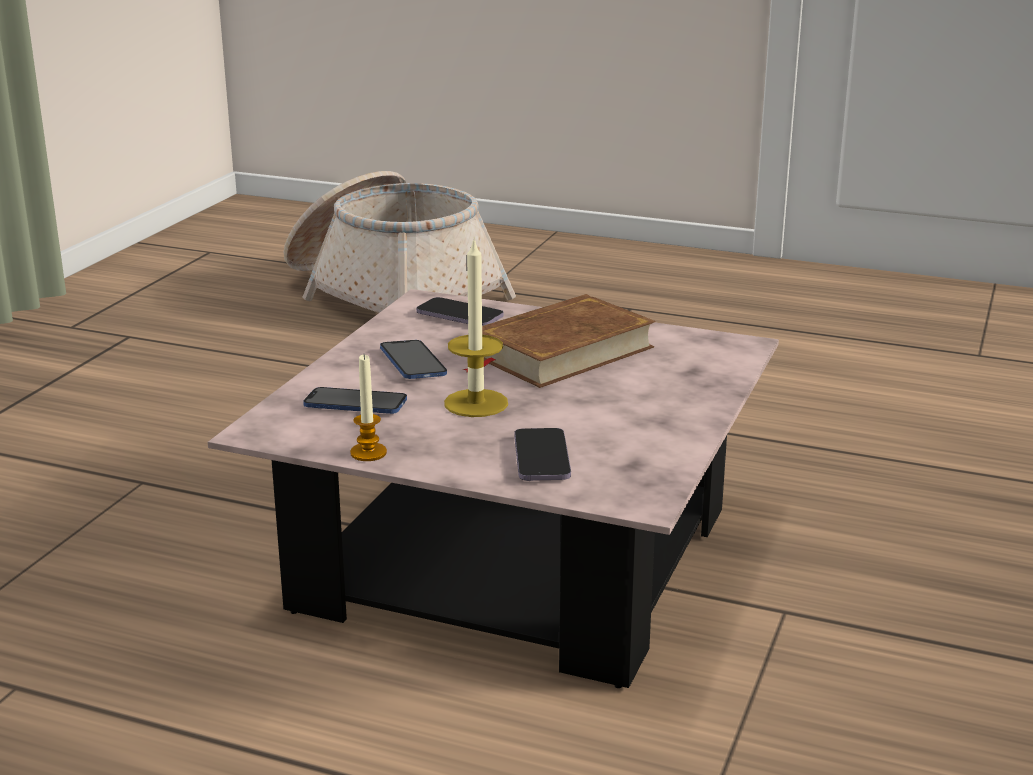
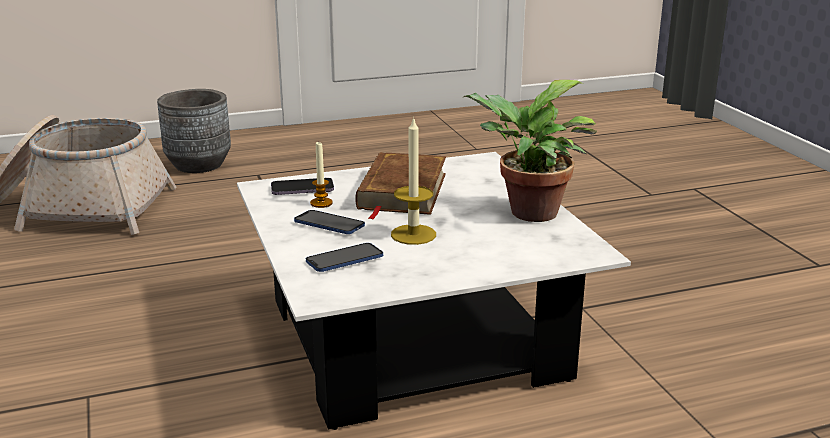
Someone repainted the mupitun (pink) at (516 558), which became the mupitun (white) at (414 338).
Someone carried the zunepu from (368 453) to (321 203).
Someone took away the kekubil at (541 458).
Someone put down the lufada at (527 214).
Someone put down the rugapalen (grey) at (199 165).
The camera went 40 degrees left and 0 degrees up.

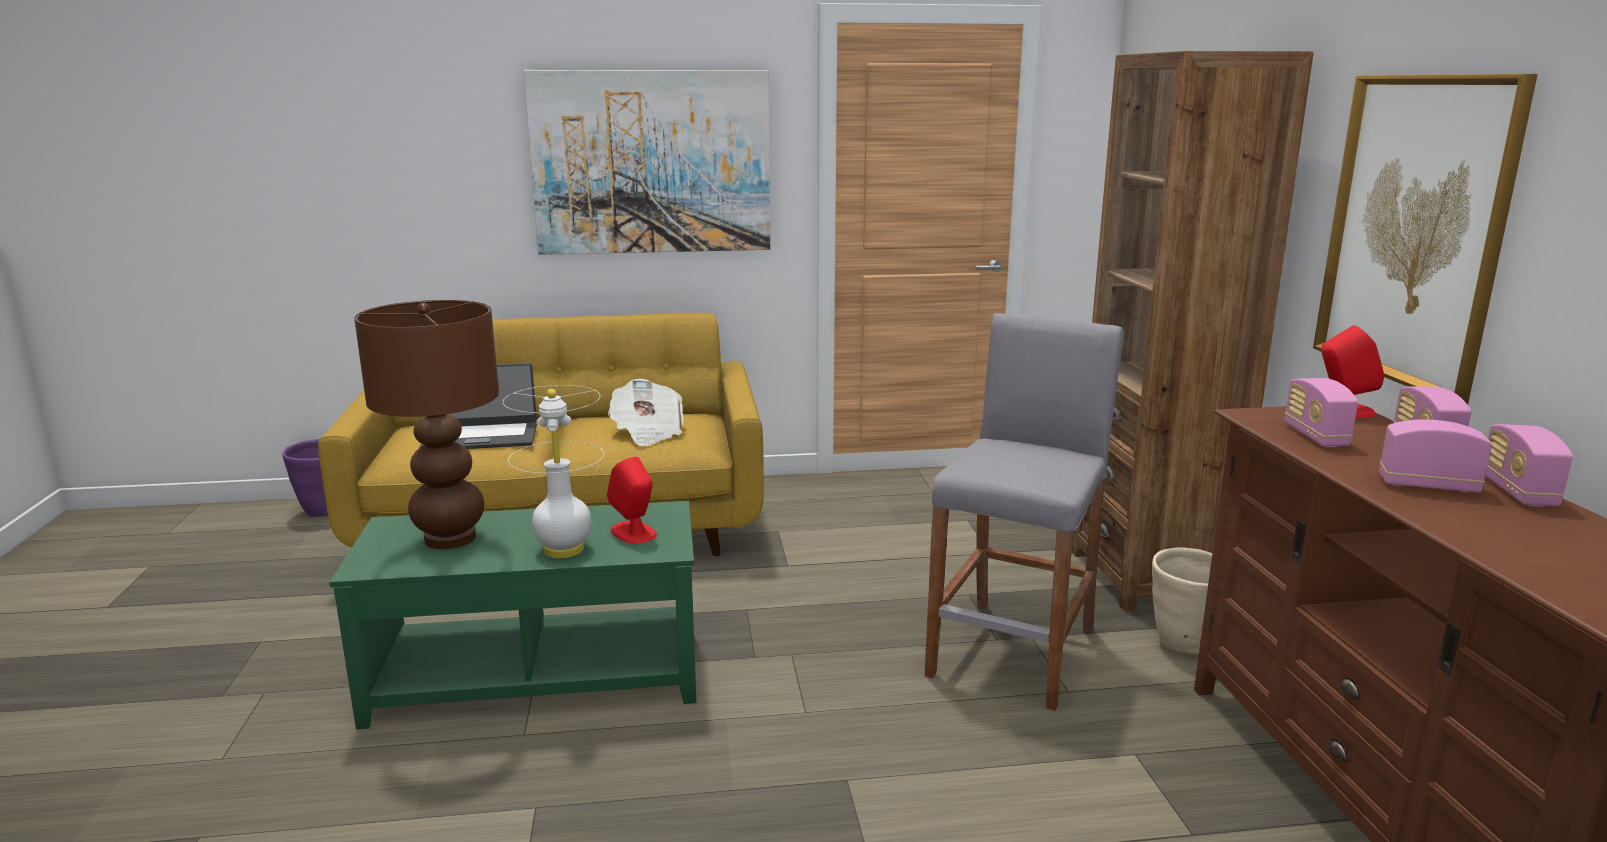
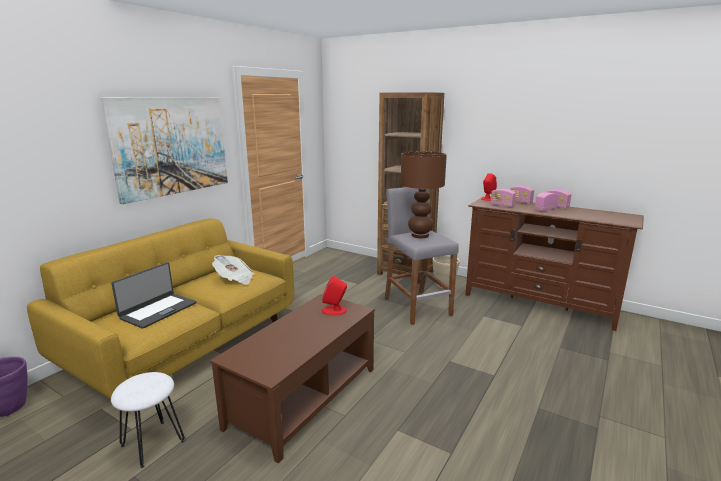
Someone took away the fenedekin at (1415 230).
Someone carried the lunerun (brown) from (450 539) to (420 235).
Someone took away the lunerun (white) at (564 549).
Someone repainted the mupitun (green) at (538 674), which became the mupitun (brown) at (304 396).
Someone put down the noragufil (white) at (152 443).
The camera went 50 degrees left and 0 degrees up.

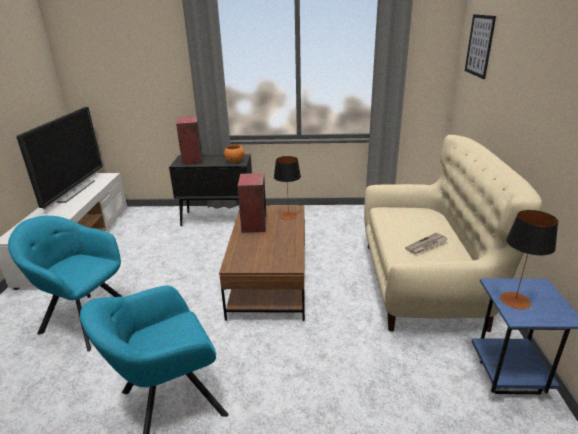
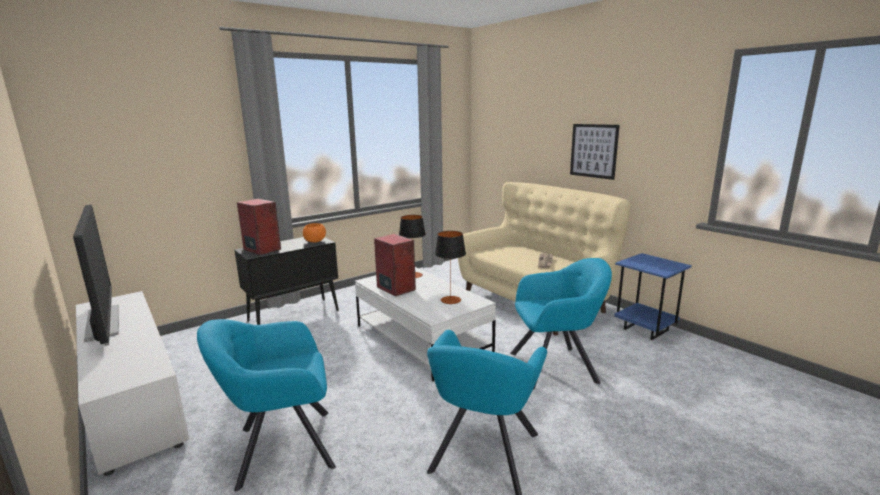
Someone carried the fenedekin from (479 45) to (593 151).
Someone repainted the mupitun (brown) at (270 278), which became the mupitun (white) at (422 339).
Someone carried the lunerun from (515 300) to (450 300).
Someone put down the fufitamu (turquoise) at (556 367).
The camera went 40 degrees left and 10 degrees down.

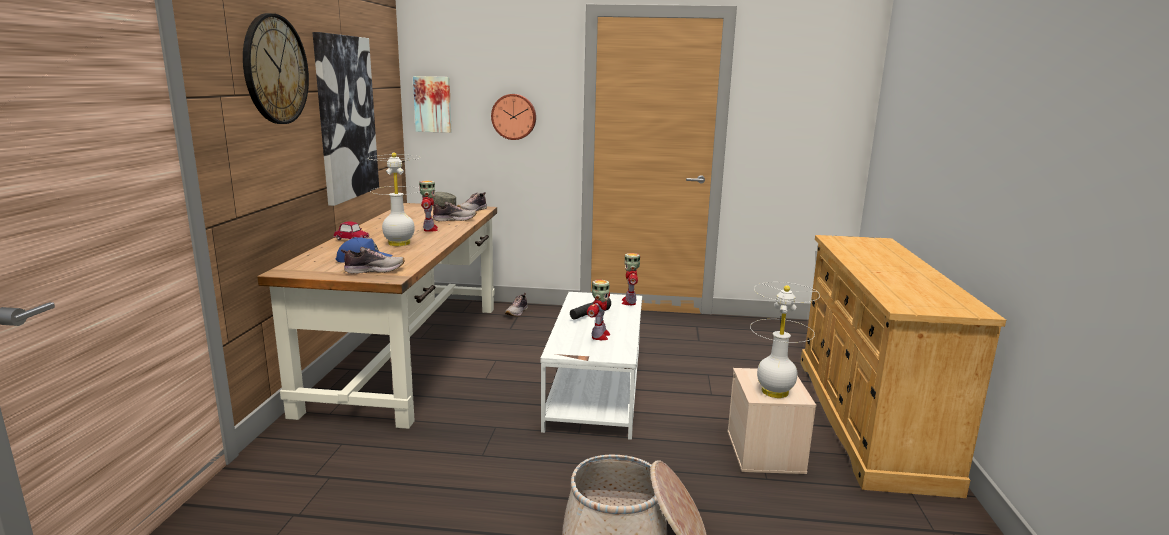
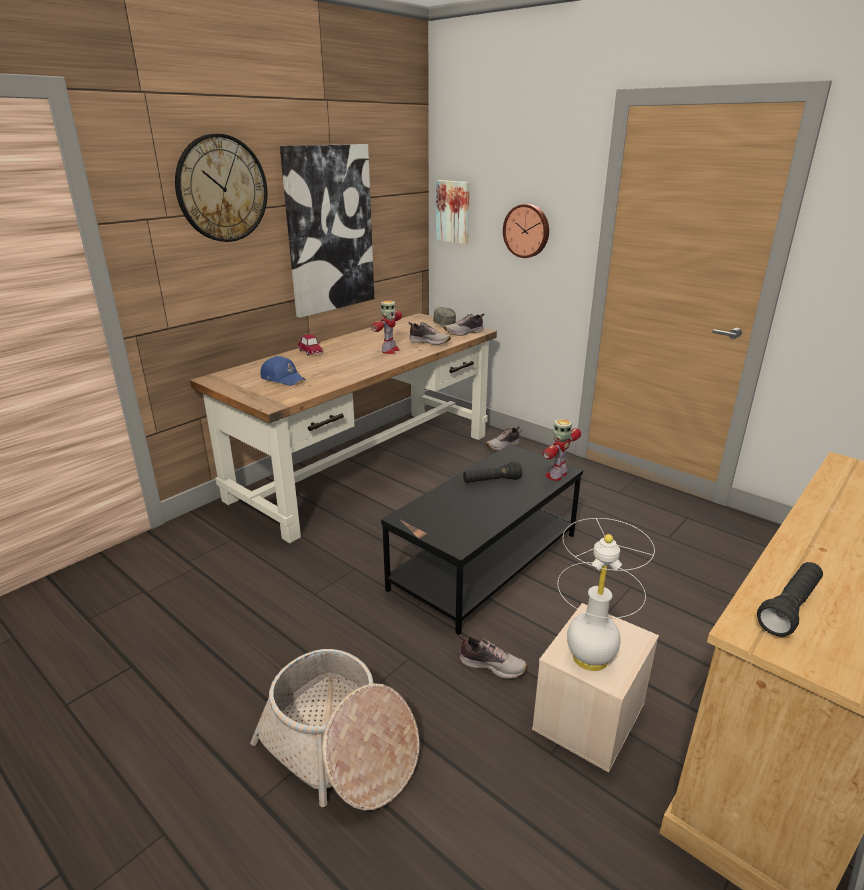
Someone took away the lunerun (white) at (399 243).
Someone carried the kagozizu from (374 270) to (492 665).
Someone took away the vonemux at (599 336).
Someone repainted the mupitun (white) at (596 390), which became the mupitun (black) at (485 562).
Someone put down the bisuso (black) at (789 608).
The camera went 35 degrees right and 10 degrees up.

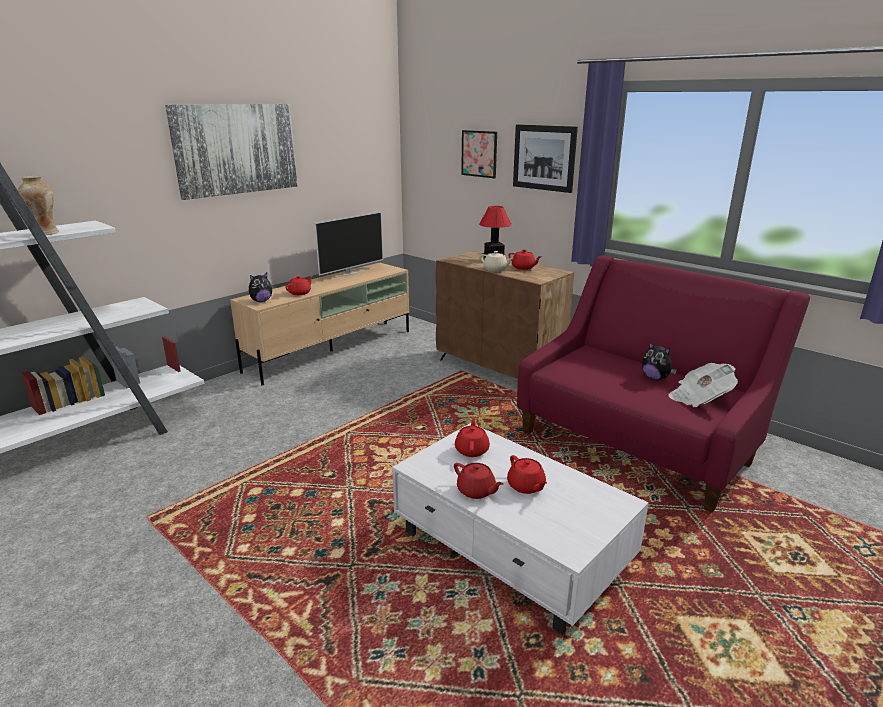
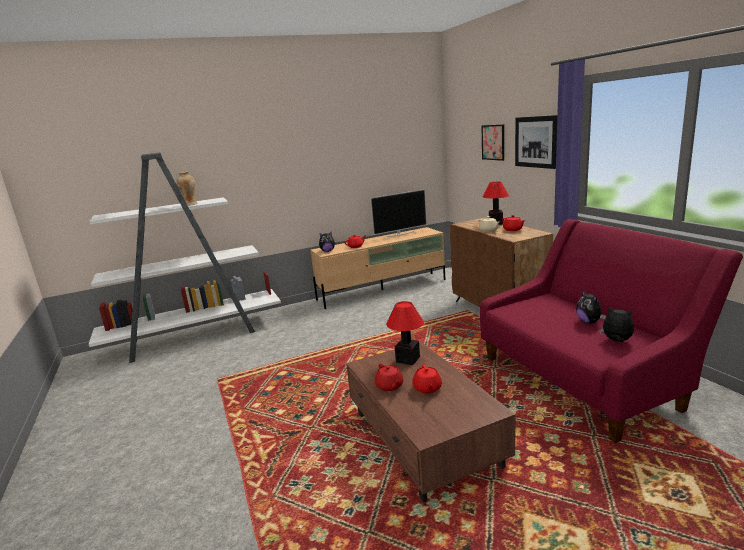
Someone took away the fenedekin at (236 149).
Someone swapped the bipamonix at (699 398) for the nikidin at (616 341).
Someone swapped the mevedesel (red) at (472 450) for the lunerun at (407 359).
Someone repainted the mupitun (white) at (512 550), which became the mupitun (brown) at (424 439).
The camera went 25 degrees right and 5 degrees down.

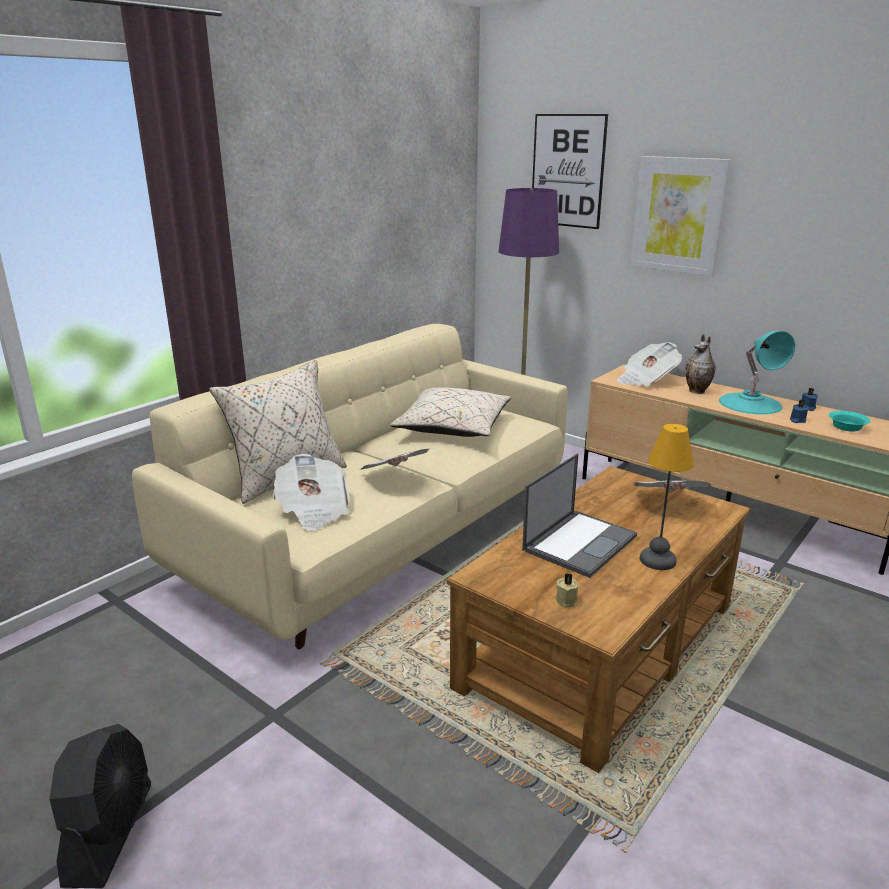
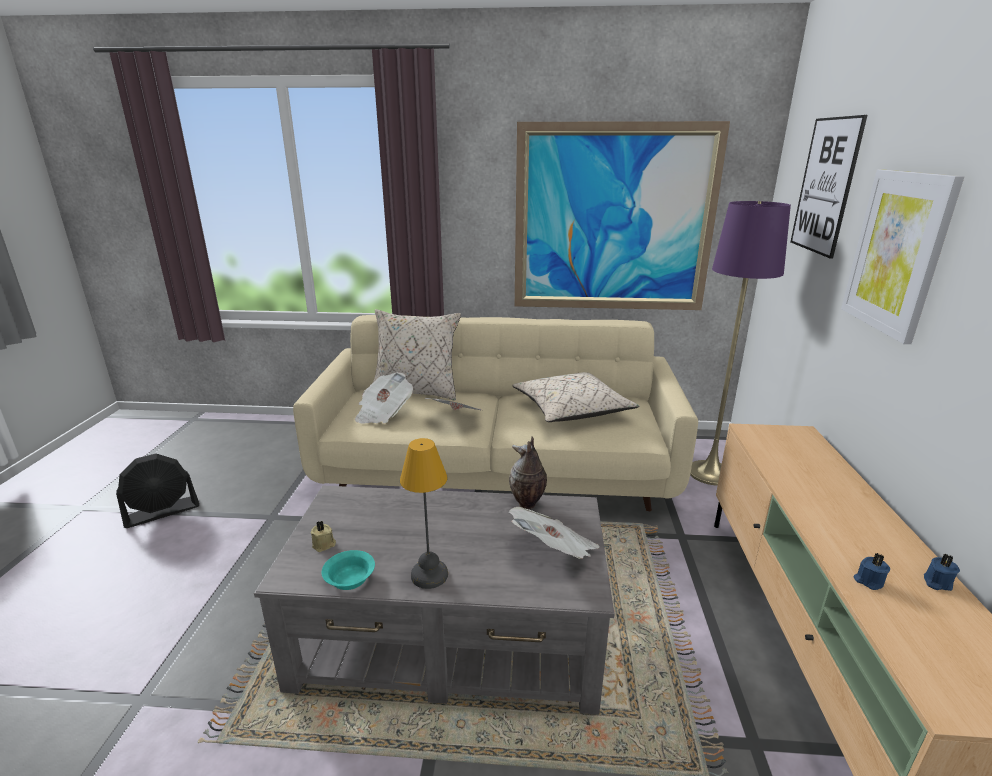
Someone took away the lunerun (turquoise) at (750 403).
Someone carried the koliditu from (698 391) to (527 504).
Someone took away the bipamonix at (646 380).
Someone carried the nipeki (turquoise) from (847 428) to (348 579).
Someone took away the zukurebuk at (580 542).
Someone repainted the mupitun (brown) at (602 645), which became the mupitun (grey) at (450 636).
Someone put up the fenedekin at (613 220).
The camera went 55 degrees right and 0 degrees up.

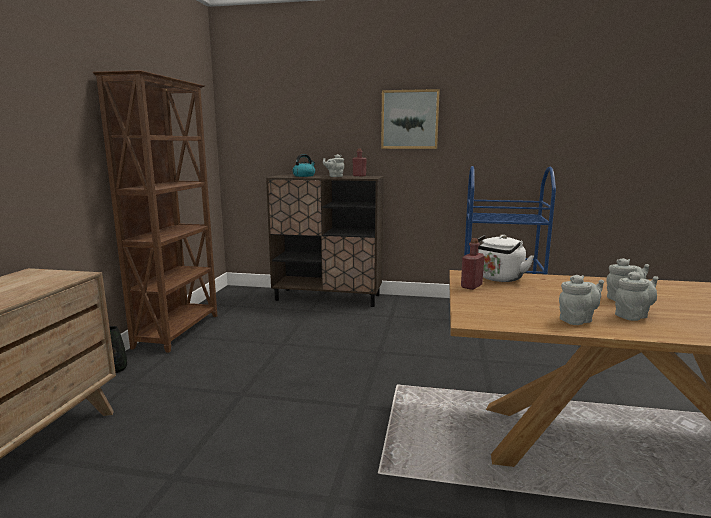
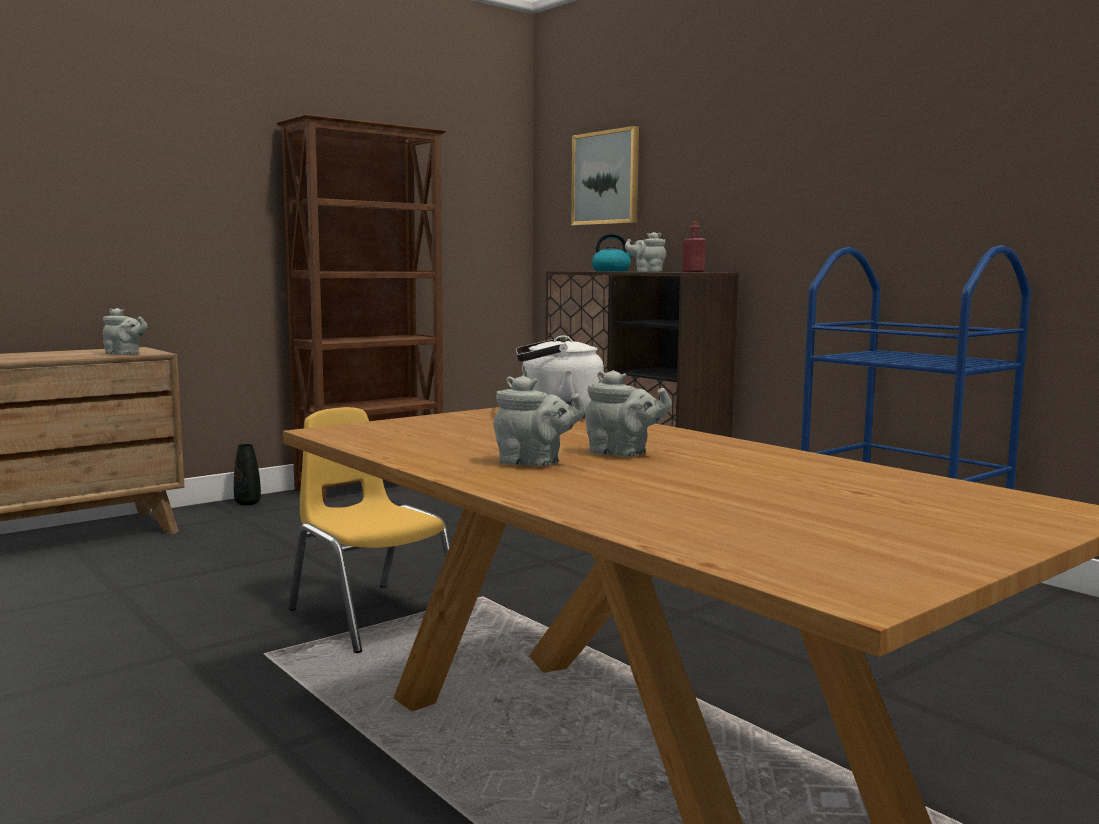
Someone carried the fenedekin from (409 119) to (606 178).
Someone took away the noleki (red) at (471 286).
Someone carried the mevedesel (grey) from (577 320) to (125 354).
Someone put down the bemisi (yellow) at (373 616).
The camera went 40 degrees right and 5 degrees down.

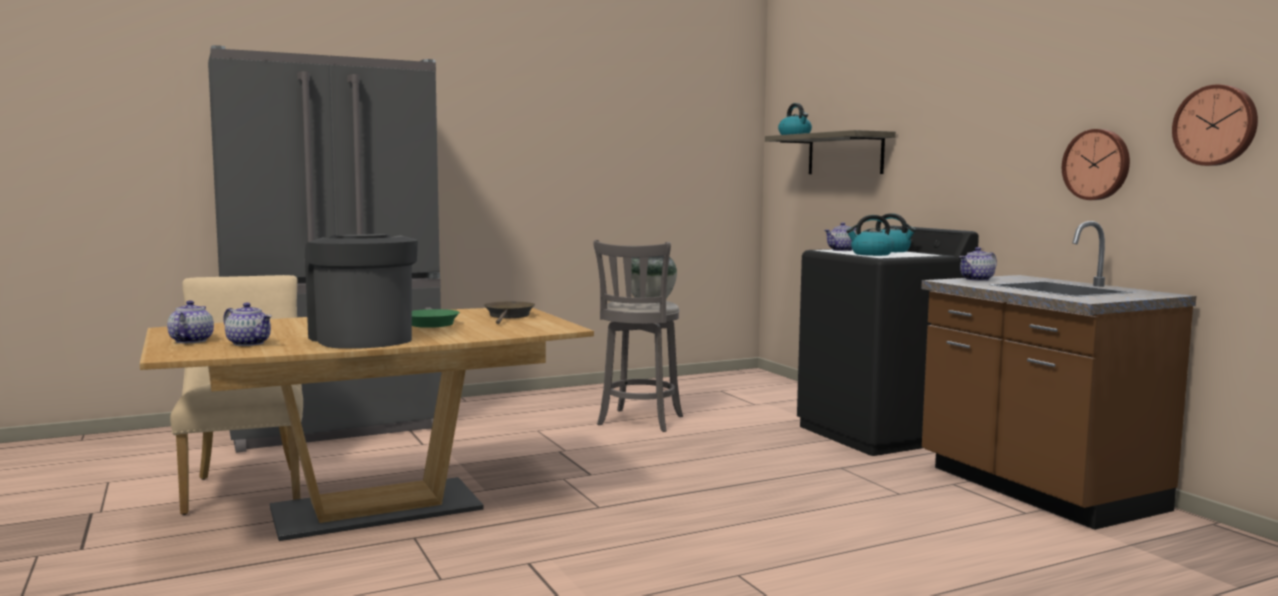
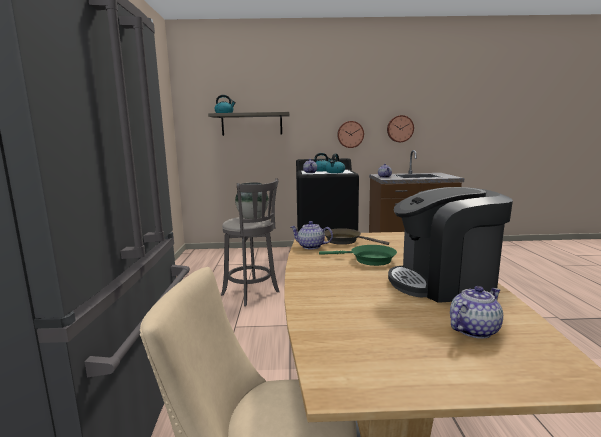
Someone carried the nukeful from (1216 125) to (350 134).
Someone carried the mevedesel from (191 341) to (310 246).
The camera went 65 degrees left and 5 degrees up.

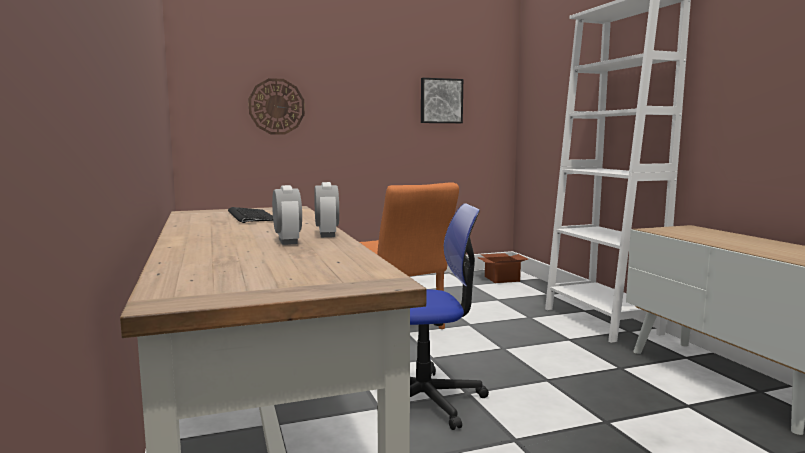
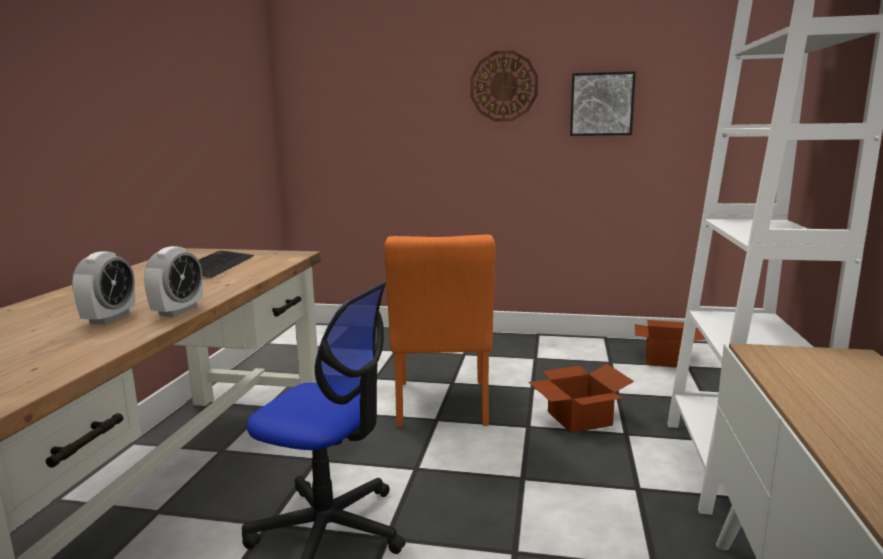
Someone carried the nukeful from (276 106) to (503 86).
Someone put down the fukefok at (577 418).
The camera went 30 degrees right and 5 degrees up.

